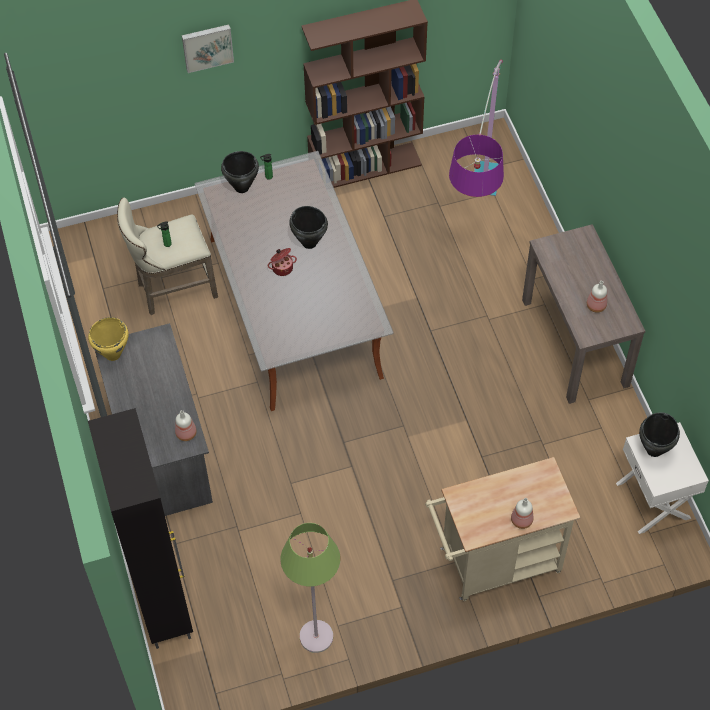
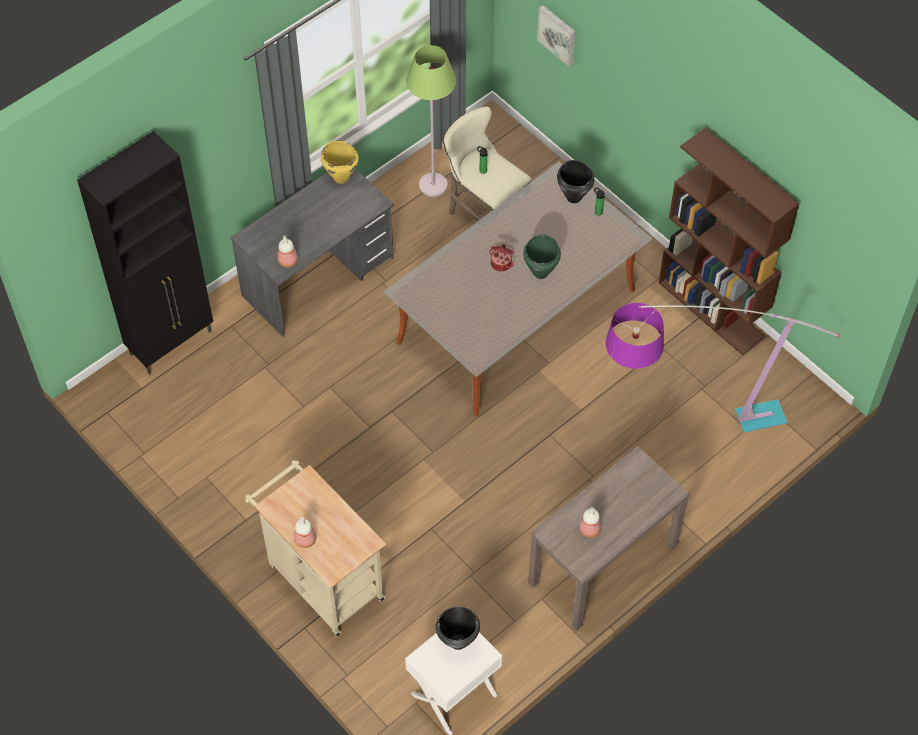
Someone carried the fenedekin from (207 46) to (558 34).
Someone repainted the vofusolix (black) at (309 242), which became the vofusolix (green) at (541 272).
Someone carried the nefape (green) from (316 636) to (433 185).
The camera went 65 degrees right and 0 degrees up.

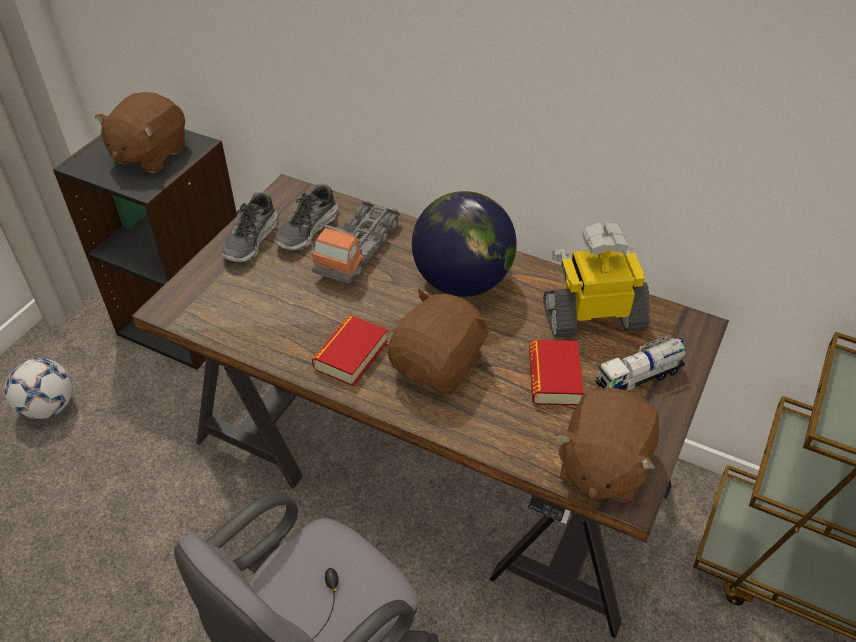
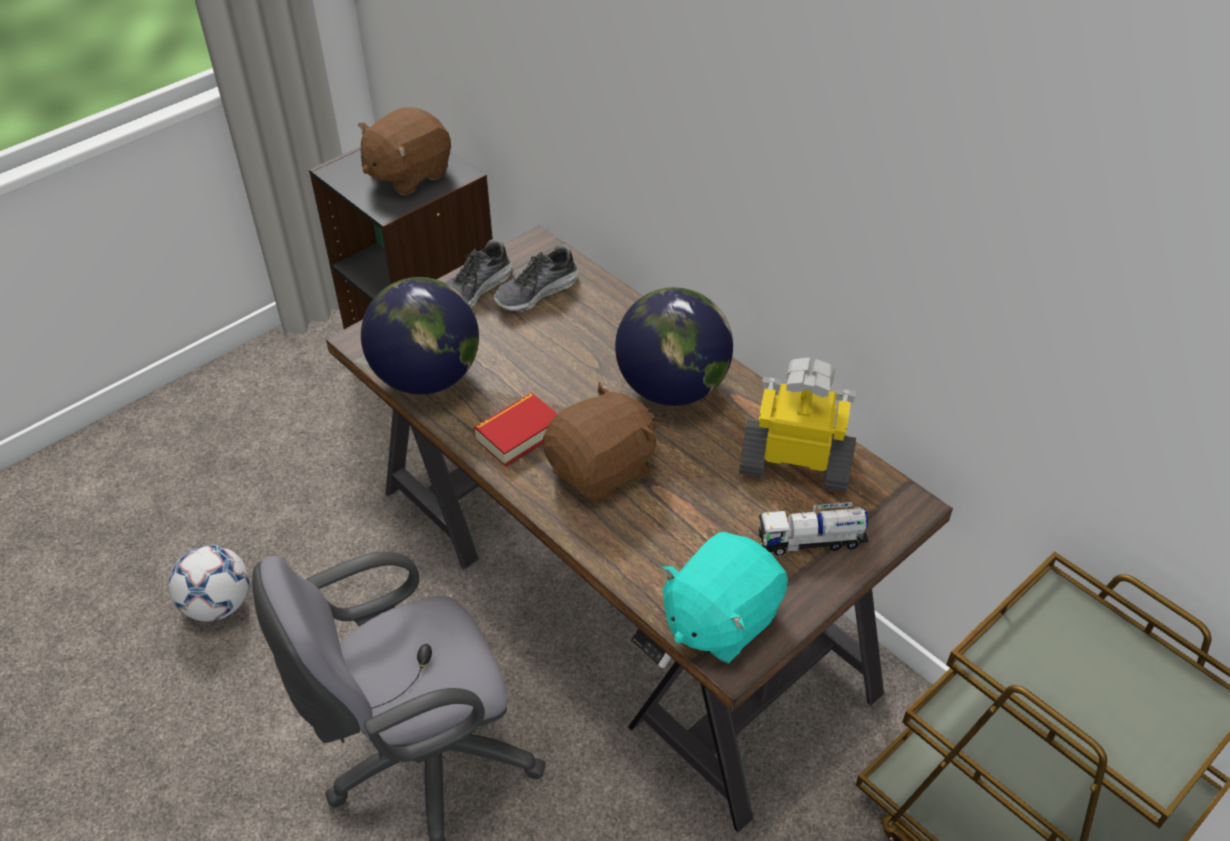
Someone took away the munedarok at (358 250).
Someone took away the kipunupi at (554 378).
Someone carried the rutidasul from (48 407) to (218 605).
Someone repainted the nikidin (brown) at (602 465), which became the nikidin (turquoise) at (719 619).
Someone put down the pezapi at (427 378).
The camera went 20 degrees right and 0 degrees up.

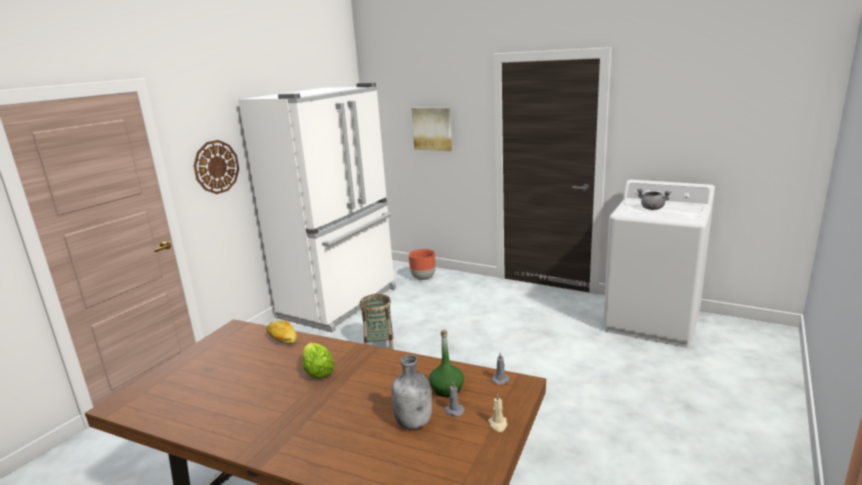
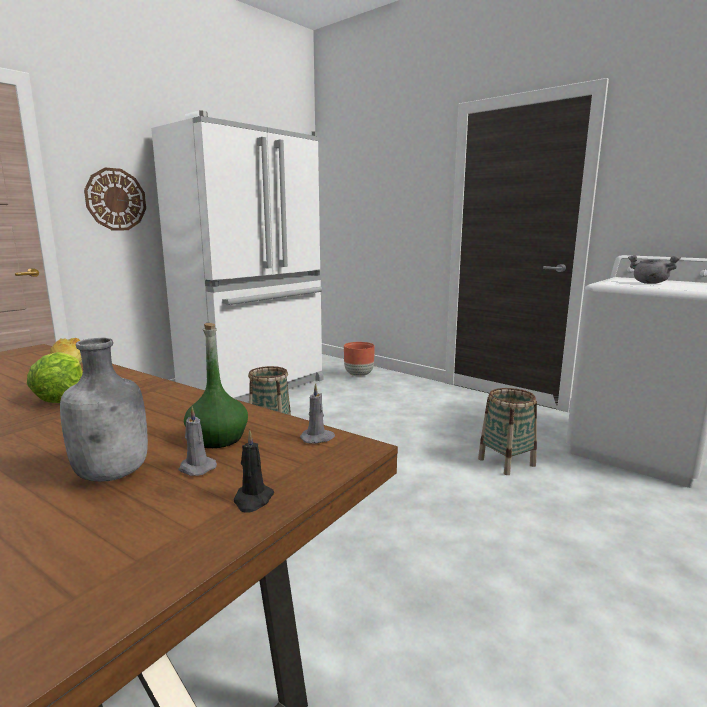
Someone took away the fenedekin at (432 128).
Someone repainted the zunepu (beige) at (498 424), which became the zunepu (black) at (253 500).
Someone put down the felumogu at (506 462).
The camera went 10 degrees right and 5 degrees down.

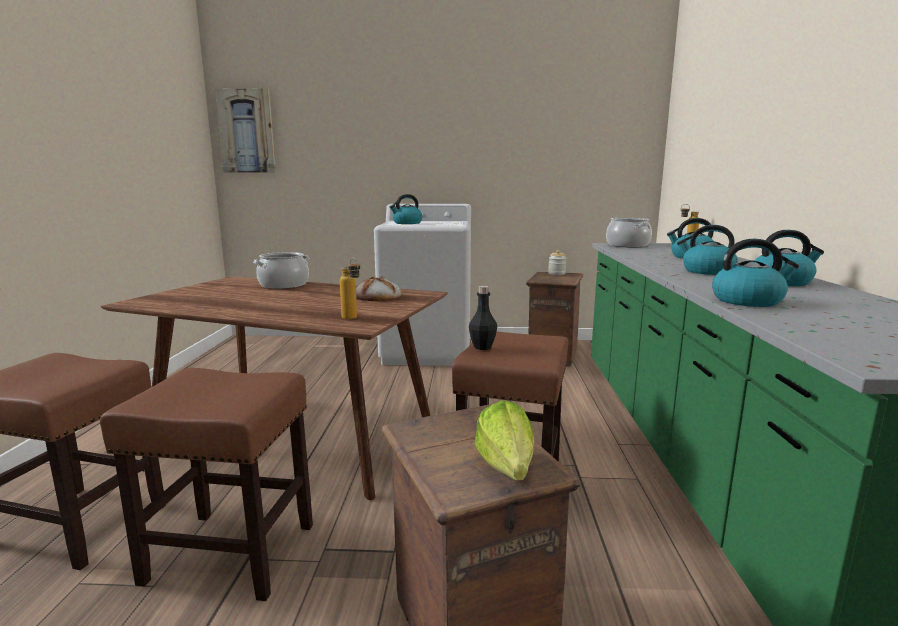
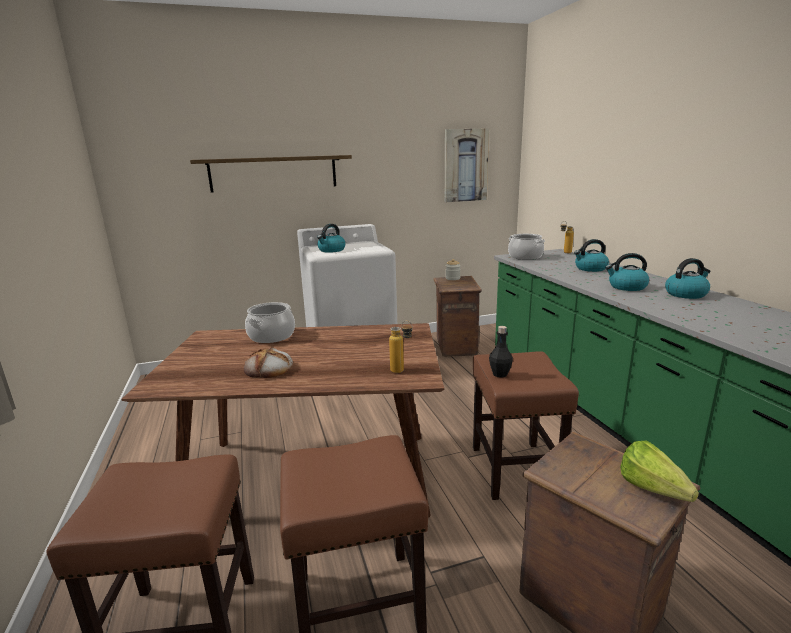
Someone carried the fenedekin from (247 131) to (465 165).
Someone took away the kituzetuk at (748 301).
Someone carried the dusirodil from (377 297) to (269 369).
Someone put up the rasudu at (274 173).
The camera went 20 degrees left and 5 degrees up.

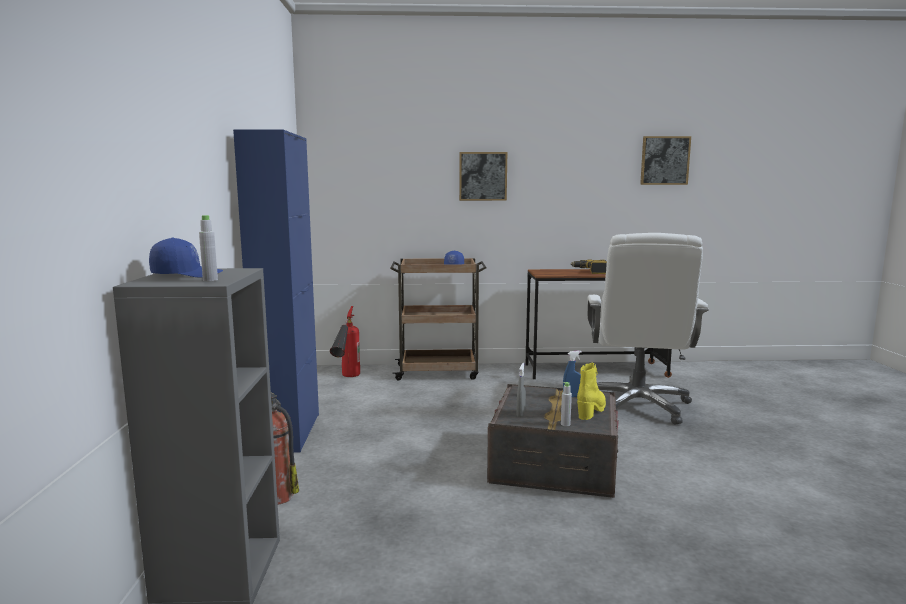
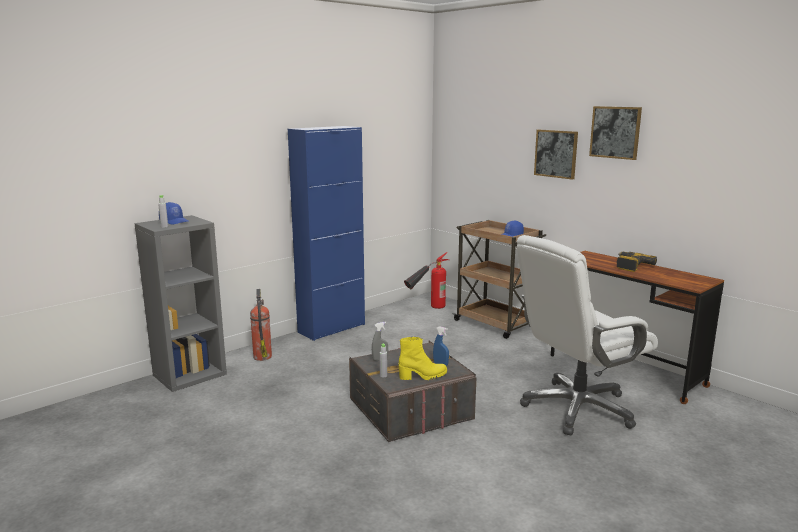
Someone carried the fenedekin from (664 160) to (615 132).
The camera went 50 degrees right and 5 degrees up.

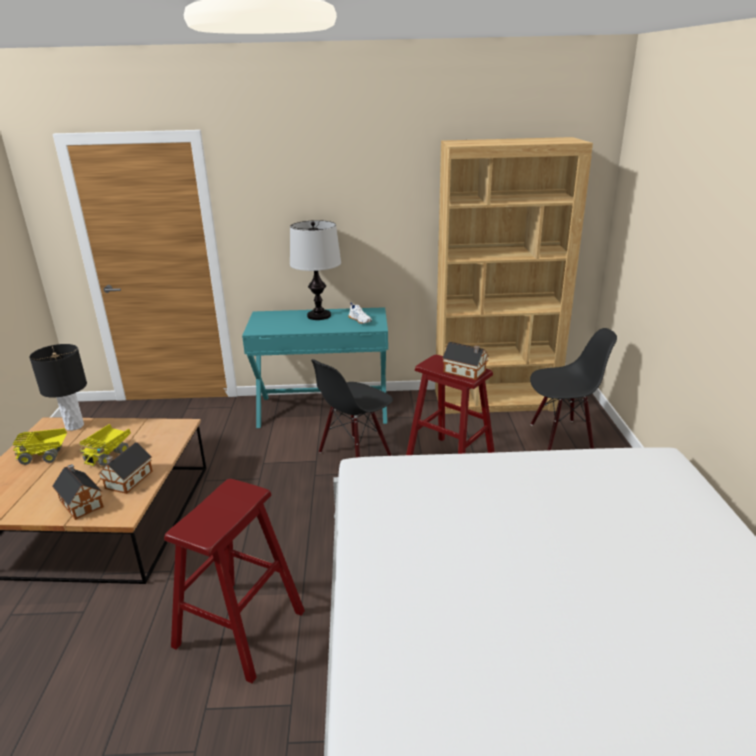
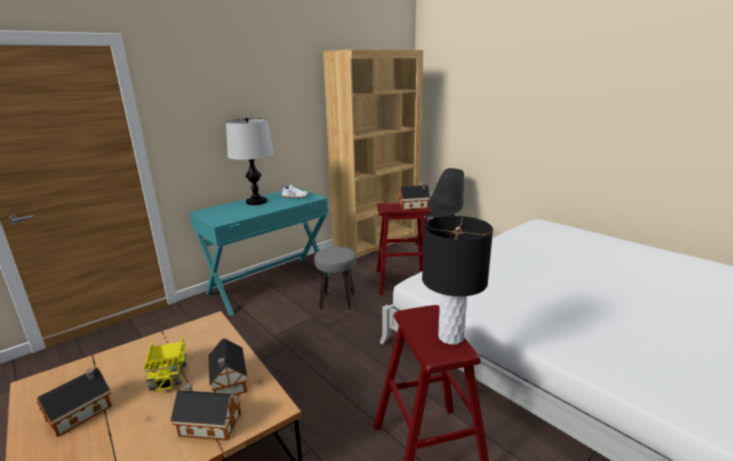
Someone carried the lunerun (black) from (75 426) to (450 336).
Someone swapped the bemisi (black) at (355 455) for the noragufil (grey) at (337 301).
Someone swapped the munedarok at (45 456) for the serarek at (82 412).
The camera went 40 degrees left and 5 degrees down.

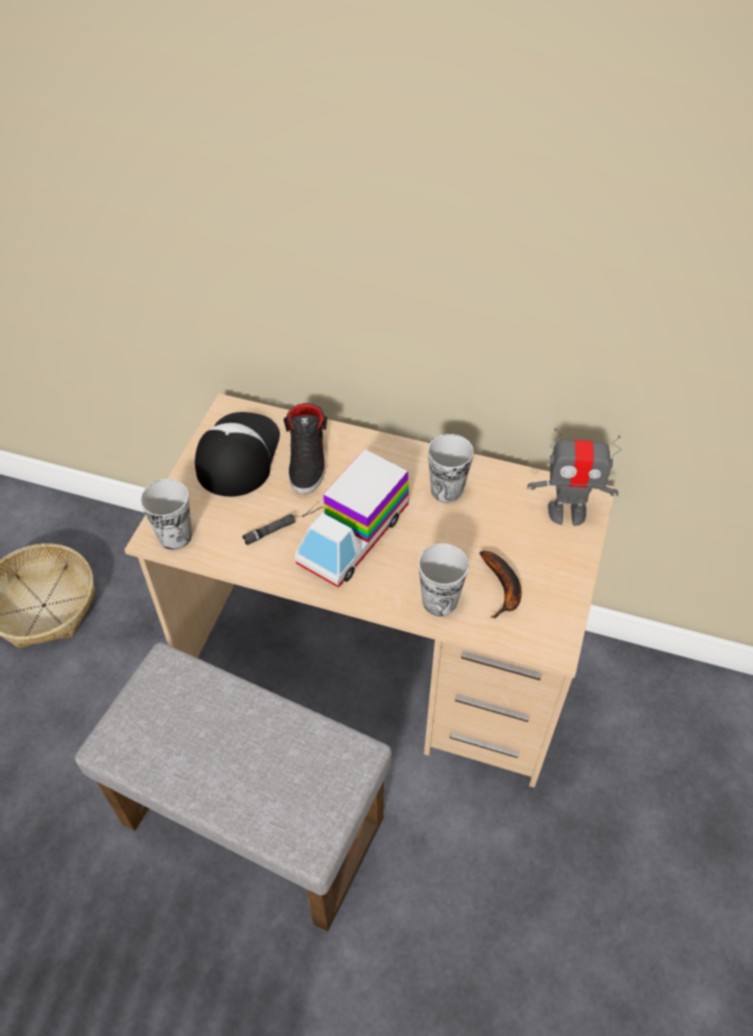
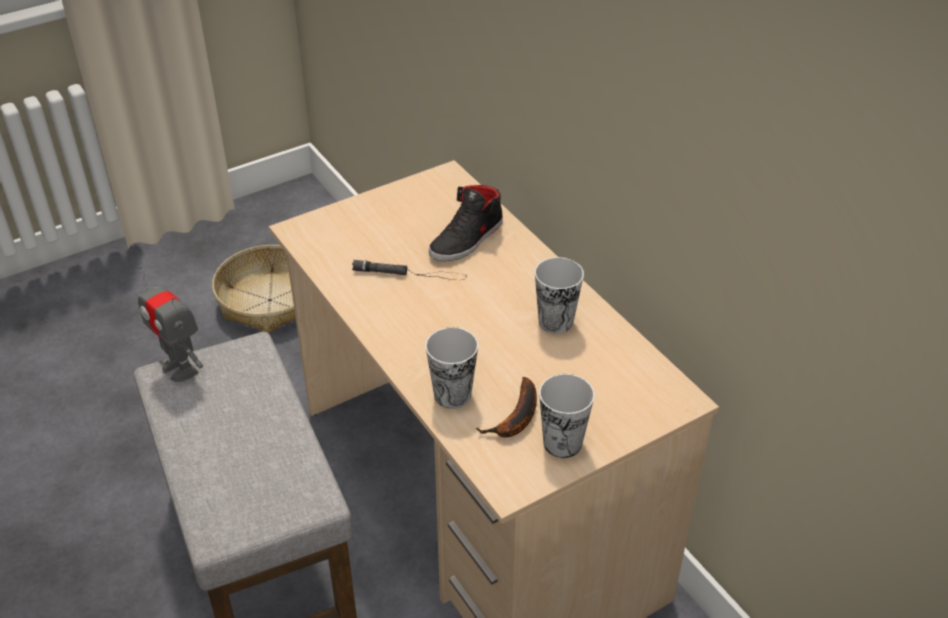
Someone took away the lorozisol at (237 454).
Someone carried the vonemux from (567 512) to (180 368).
Someone took away the munedarok at (353 536).
Someone carried the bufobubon from (175 536) to (562 443).
The camera went 40 degrees right and 10 degrees down.

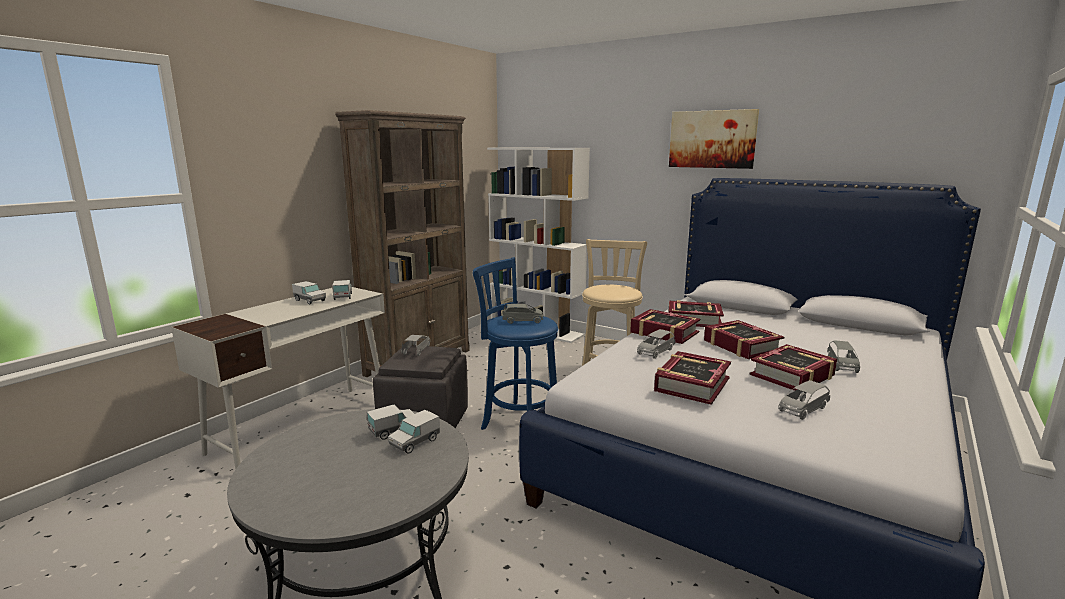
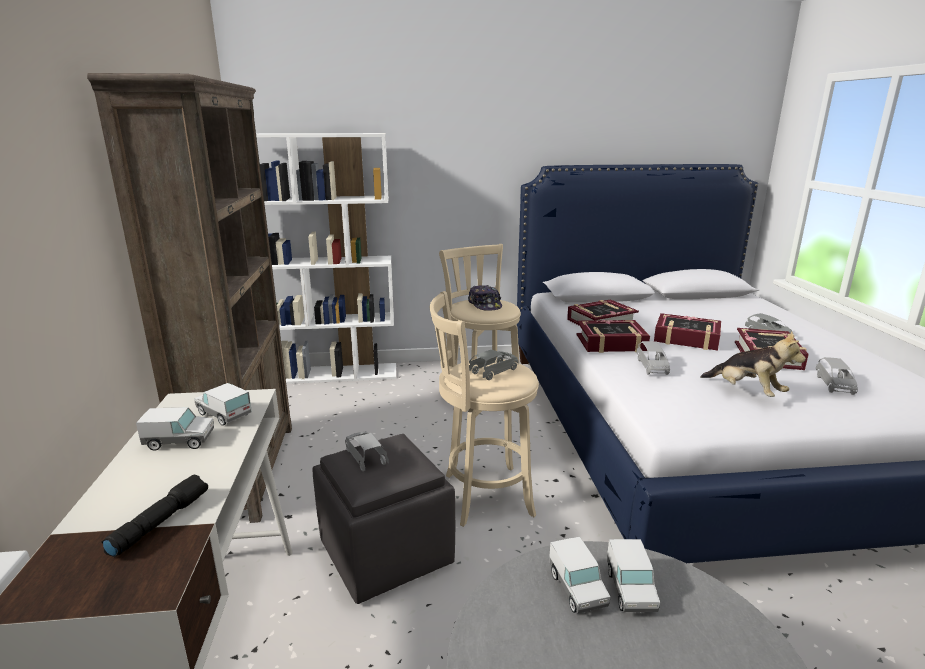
Someone took away the fenedekin at (712 139).
Someone repainted the noragufil (blue) at (518 420), which became the noragufil (beige) at (482 495).
Someone swapped the kipunupi at (691 384) for the nikidin at (747 391).
Someone rotated the munedarok at (393 430) by 150 degrees clockwise.
Someone put down the lorozisol at (485 305).
Someone put down the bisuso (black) at (160 522).
The camera went 40 degrees left and 5 degrees up.

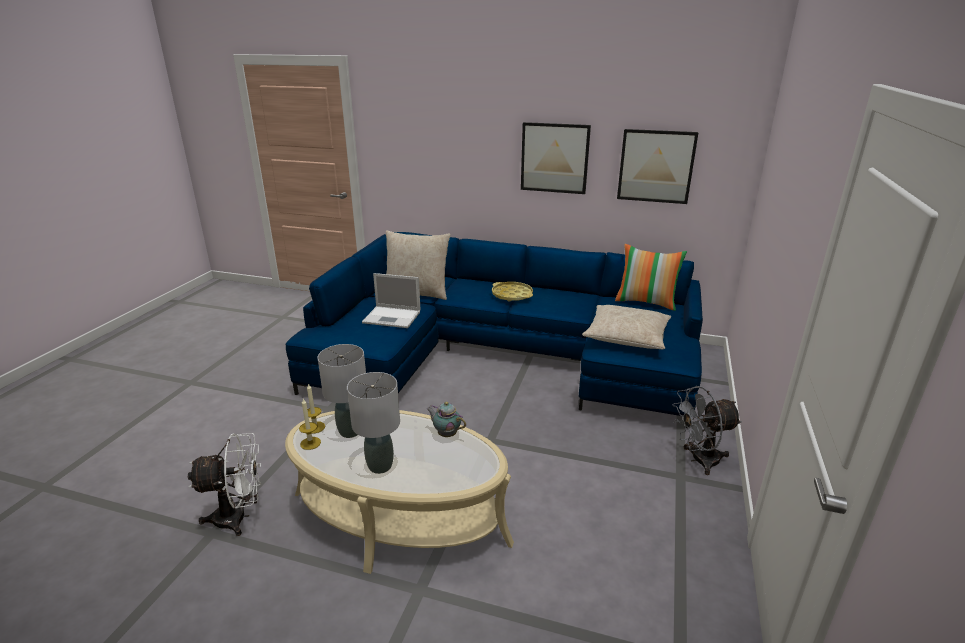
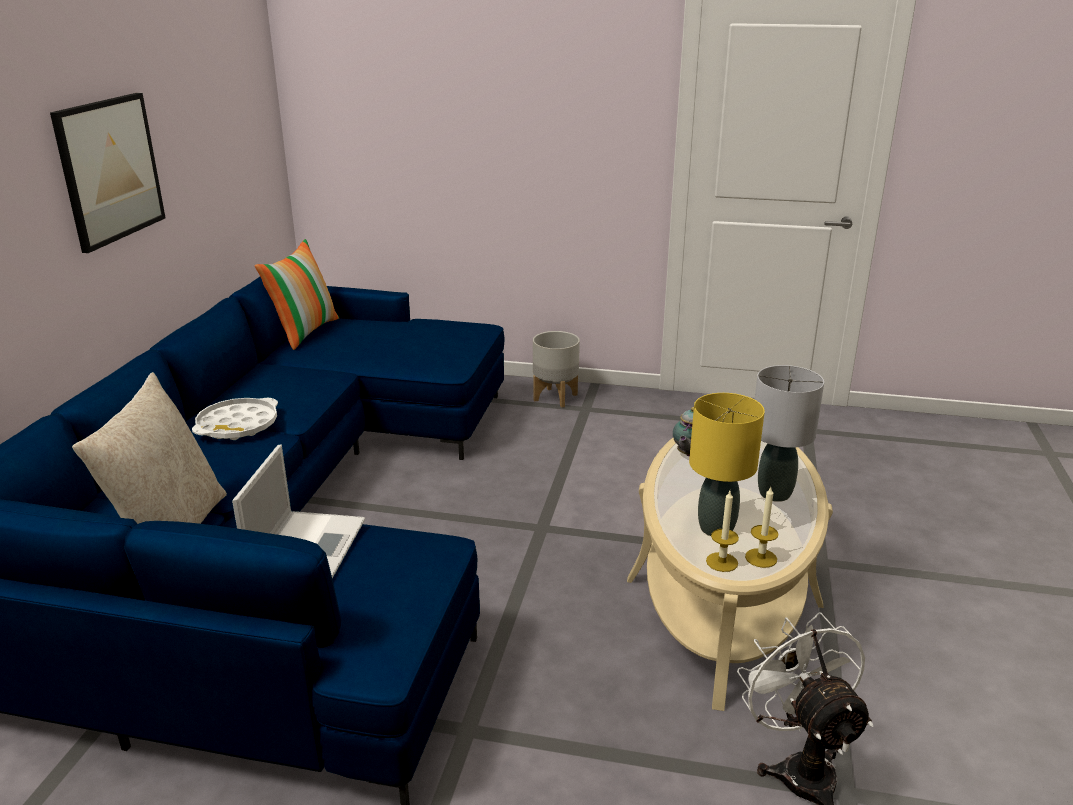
Someone took away the fenedekin at (656 166).
Someone repainted the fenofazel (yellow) at (512 295), which became the fenofazel (white) at (238 425).
Someone took away the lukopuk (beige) at (626 336).
Someone repainted the lunerun (grey) at (350 431), which became the lunerun (yellow) at (716 529).
Someone swapped the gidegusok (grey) at (698 460) for the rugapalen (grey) at (555 397).
The camera went 95 degrees left and 0 degrees up.

